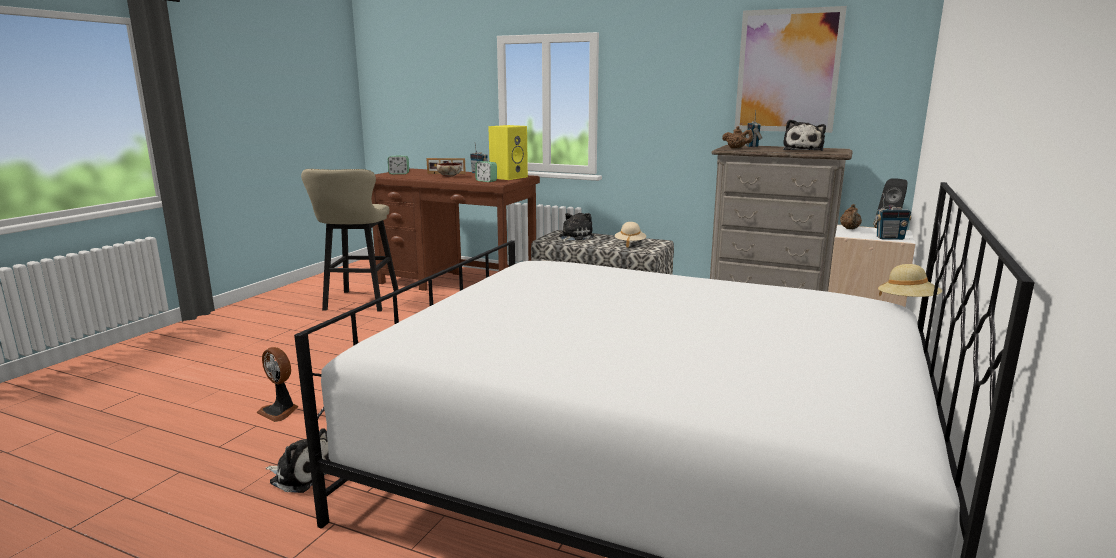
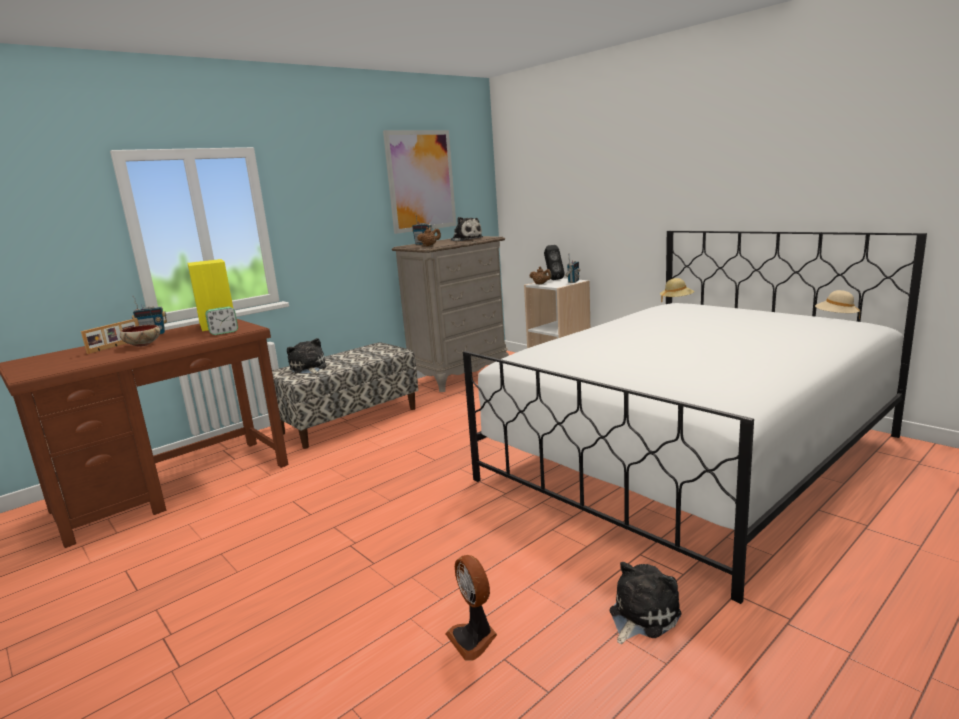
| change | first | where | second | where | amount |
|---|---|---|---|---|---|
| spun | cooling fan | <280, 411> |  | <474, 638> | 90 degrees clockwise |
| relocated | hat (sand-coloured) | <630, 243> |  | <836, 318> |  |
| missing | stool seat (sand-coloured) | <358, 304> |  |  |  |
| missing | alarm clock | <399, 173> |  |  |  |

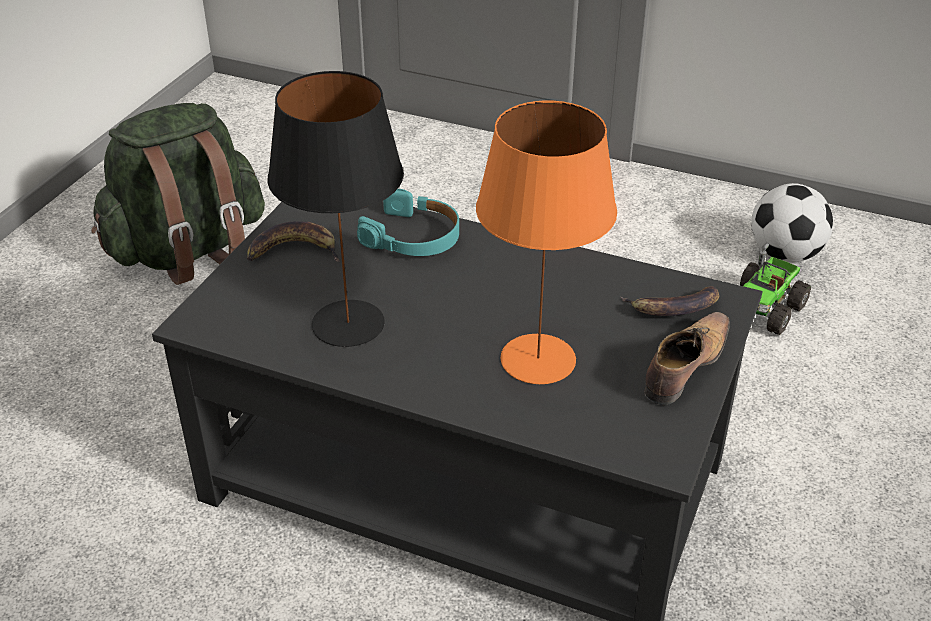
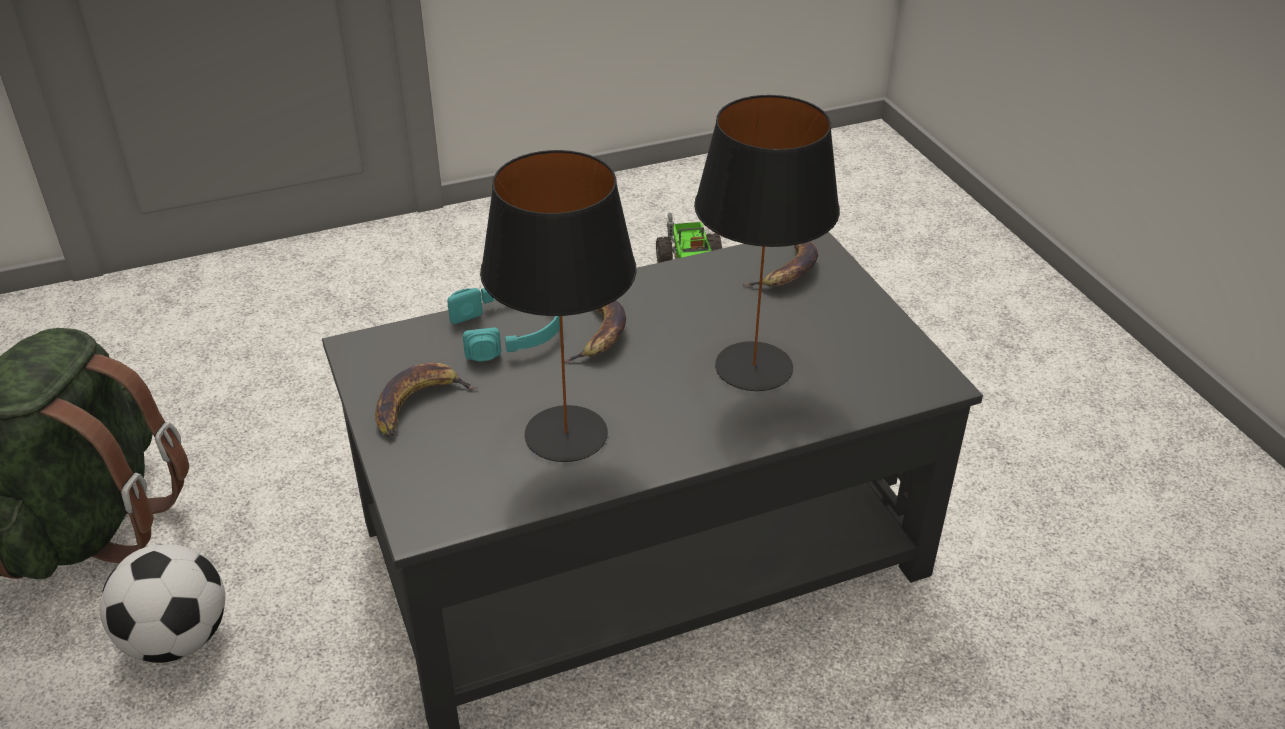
| change | first | where | second | where | amount |
|---|---|---|---|---|---|
| relocated | ball for football | <785, 255> |  | <177, 639> |  |
| appeared |  |  | banana fruit | <599, 334> |  |
| colour | tabletop lamp (orange-coloured) | <538, 360> | tabletop lamp (black) | <755, 367> |  |
| missing | item of footwear | <685, 367> |  |  |  |

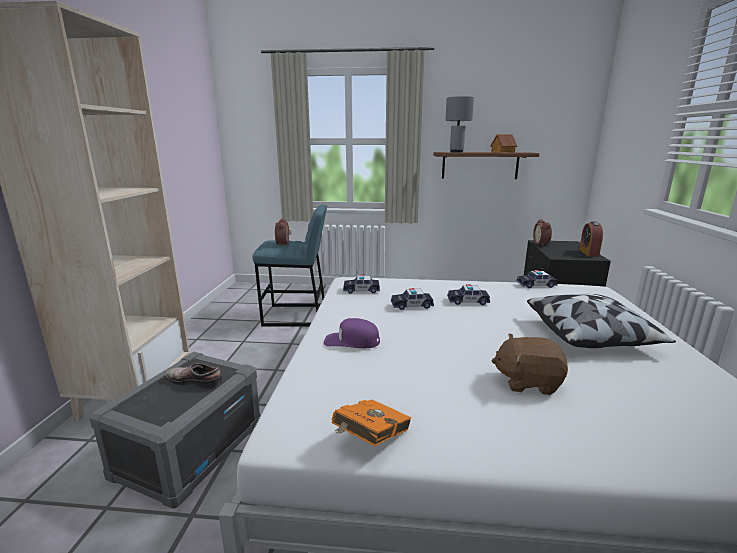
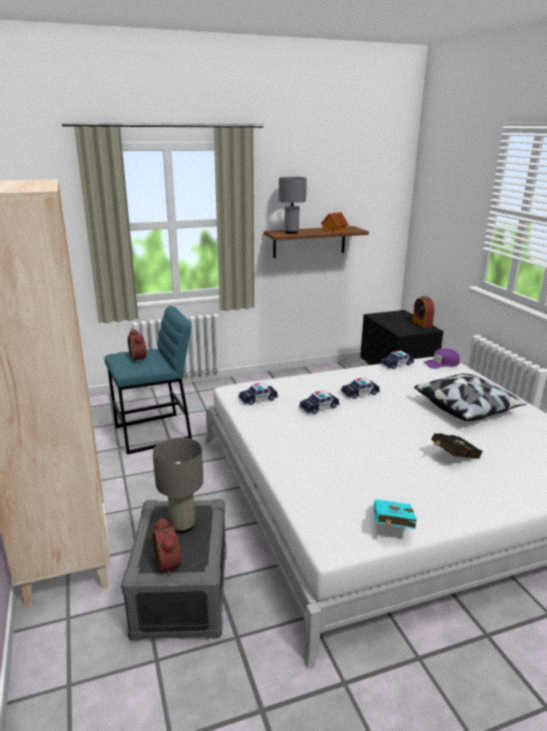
| change | first | where | second | where | amount |
|---|---|---|---|---|---|
| exchanged | item of footwear | <195, 380> | tabletop lamp (grey) | <183, 526> |  |
| relocated | alarm clock | <542, 244> |  | <170, 563> |  |
| colour | volume (orange-coloured) | <369, 439> | volume (turquoise-coloured) | <391, 527> |  |
| relocated | baseball cap (purple) | <352, 341> |  | <441, 363> |  |
| exchanged | cuddly toy (brown) | <527, 382> | volume (black) | <453, 457> |  |

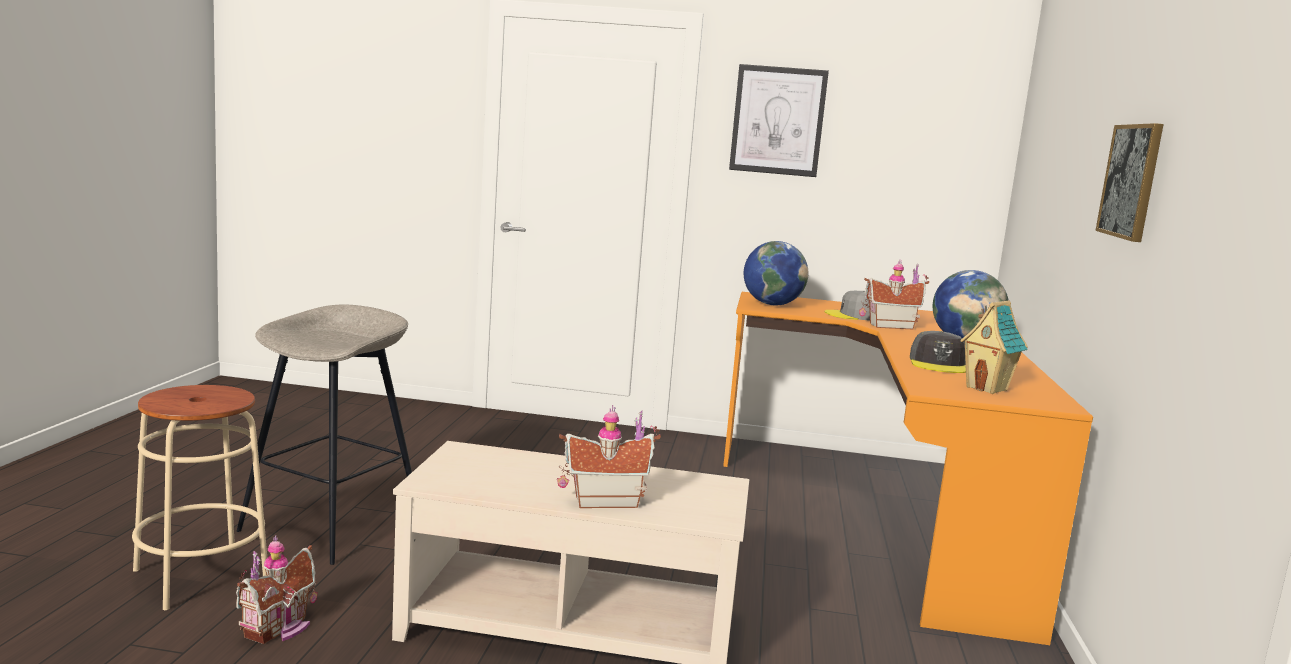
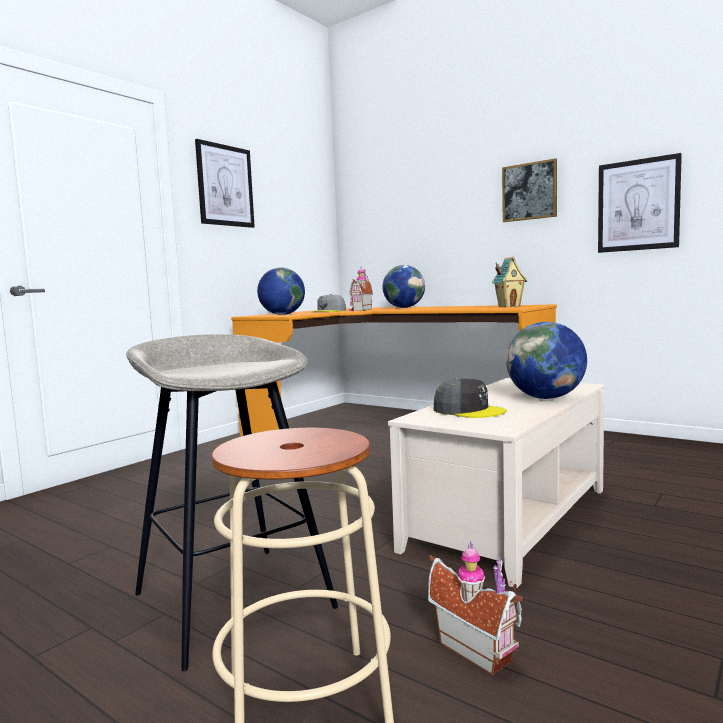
| change | first | where | second | where | amount |
|---|---|---|---|---|---|
| relocated | baseball cap (grey) | <938, 364> |  | <468, 410> |  |
| exchanged | toy house | <604, 500> | desk globe | <546, 398> |  |
| appeared |  |  | wall picture | <638, 205> |  |

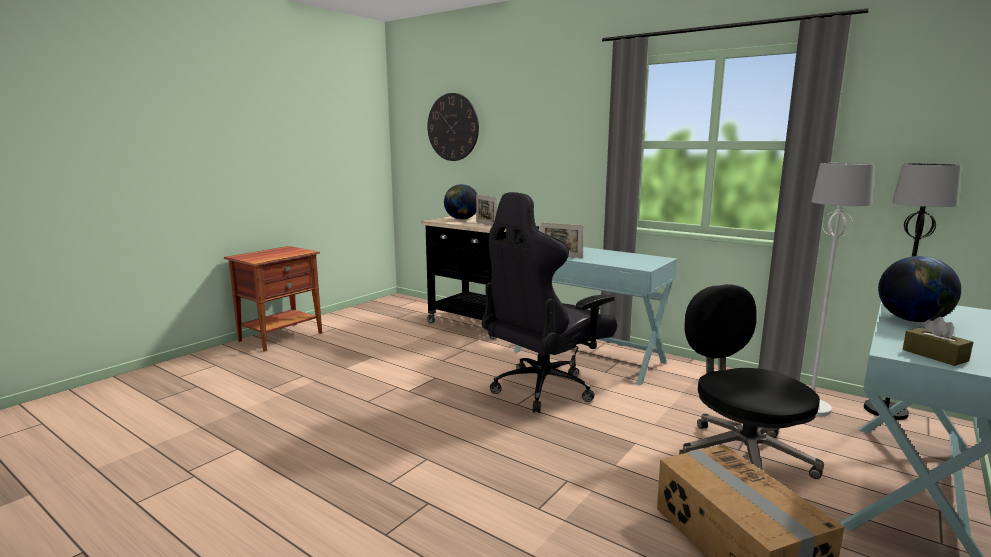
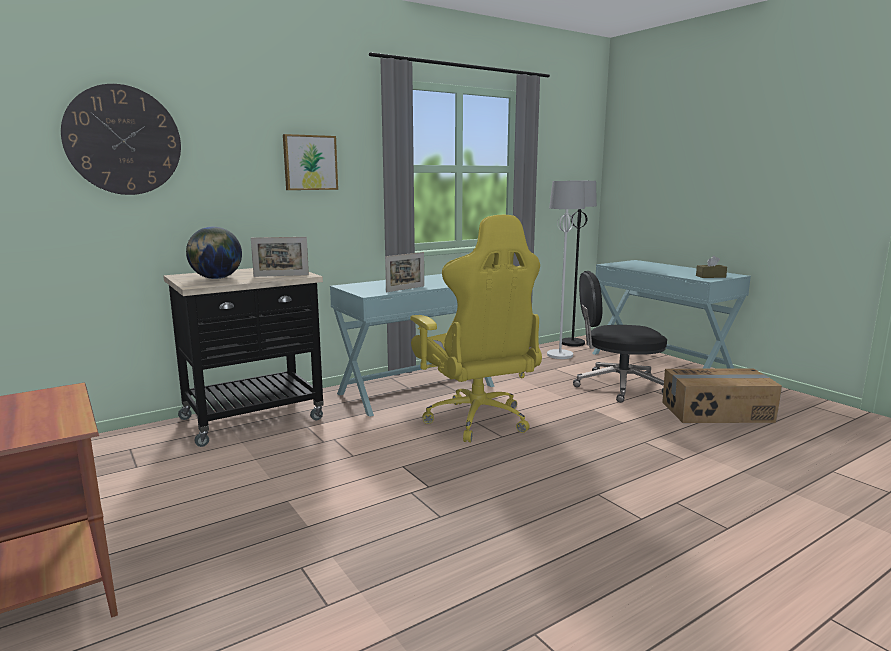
| change | first | where | second | where | amount |
|---|---|---|---|---|---|
| appeared |  |  | wall picture | <310, 162> |  |
| colour | computer chair (black) | <547, 387> | computer chair (yellow-coloured) | <473, 418> |  |
| missing | desk globe | <912, 320> |  |  |  |

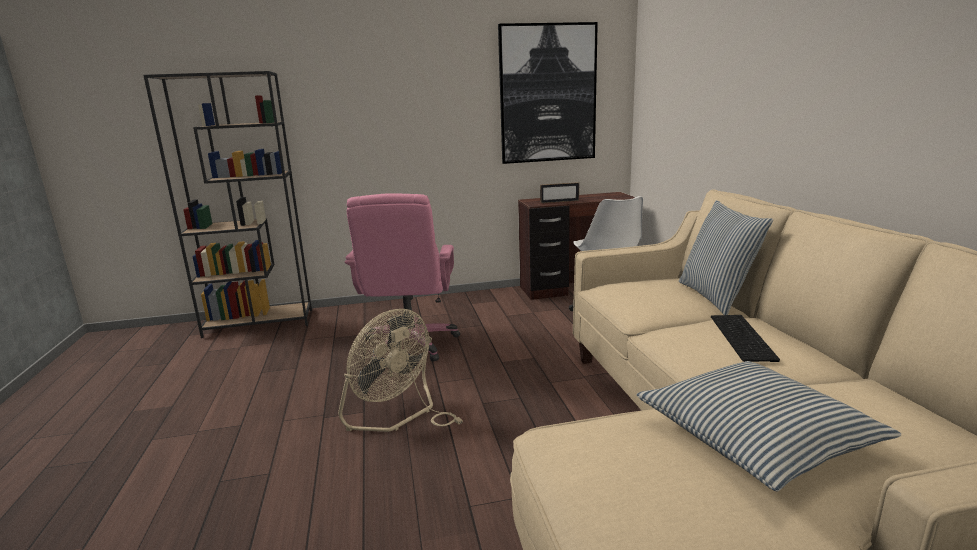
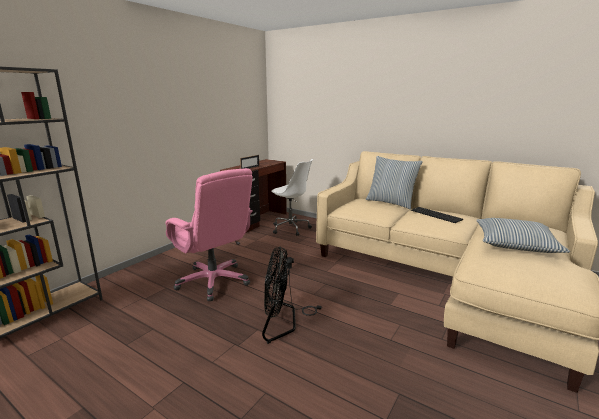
| change | first | where | second | where | amount |
|---|---|---|---|---|---|
| colour | cooling fan (sand-coloured) | <405, 413> | cooling fan (black) | <284, 318> |  |
| missing | wall picture | <548, 94> |  |  |  |

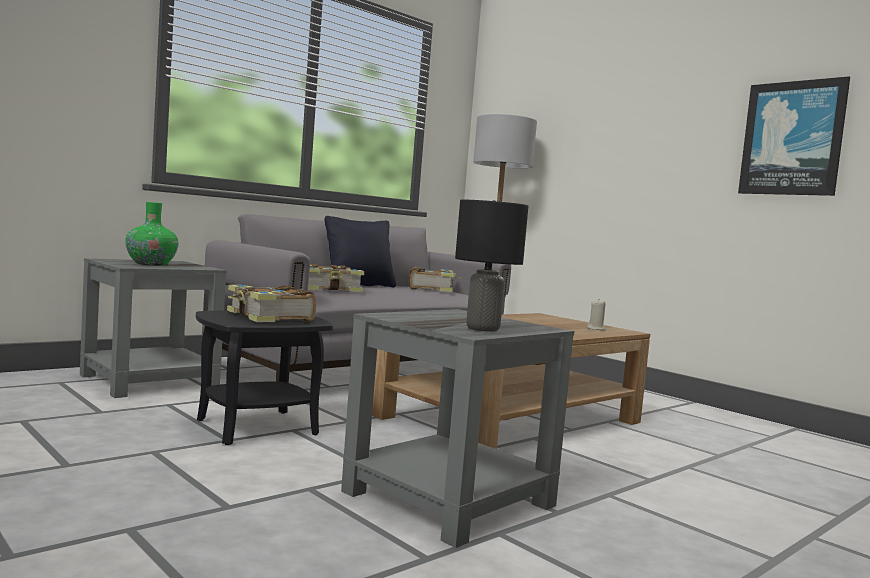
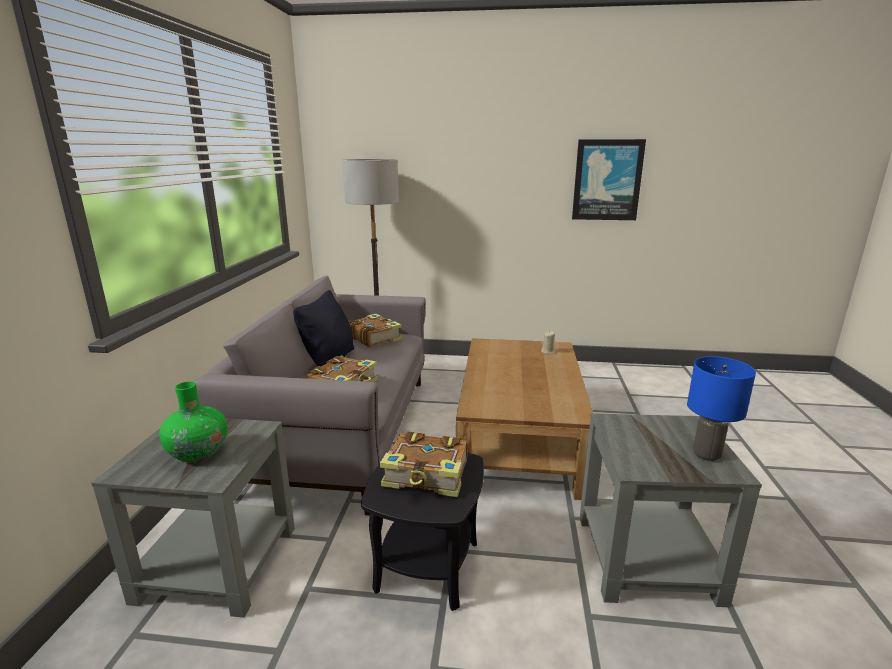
| change | first | where | second | where | amount |
|---|---|---|---|---|---|
| colour | tabletop lamp (black) | <480, 329> | tabletop lamp (blue-coloured) | <705, 455> |  |

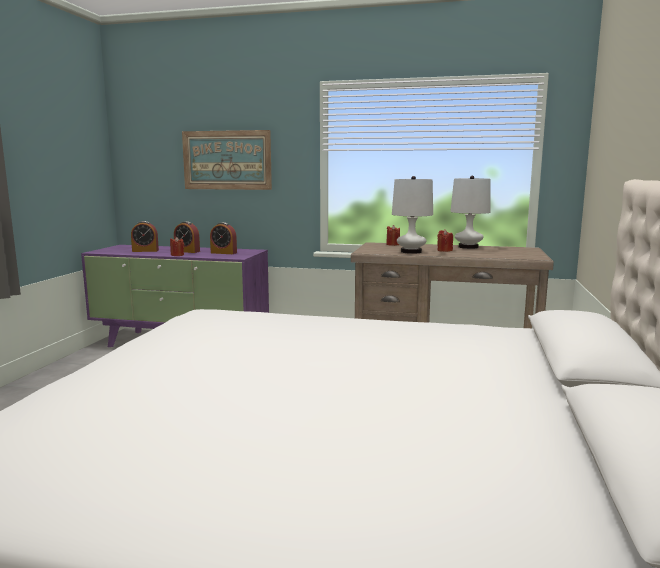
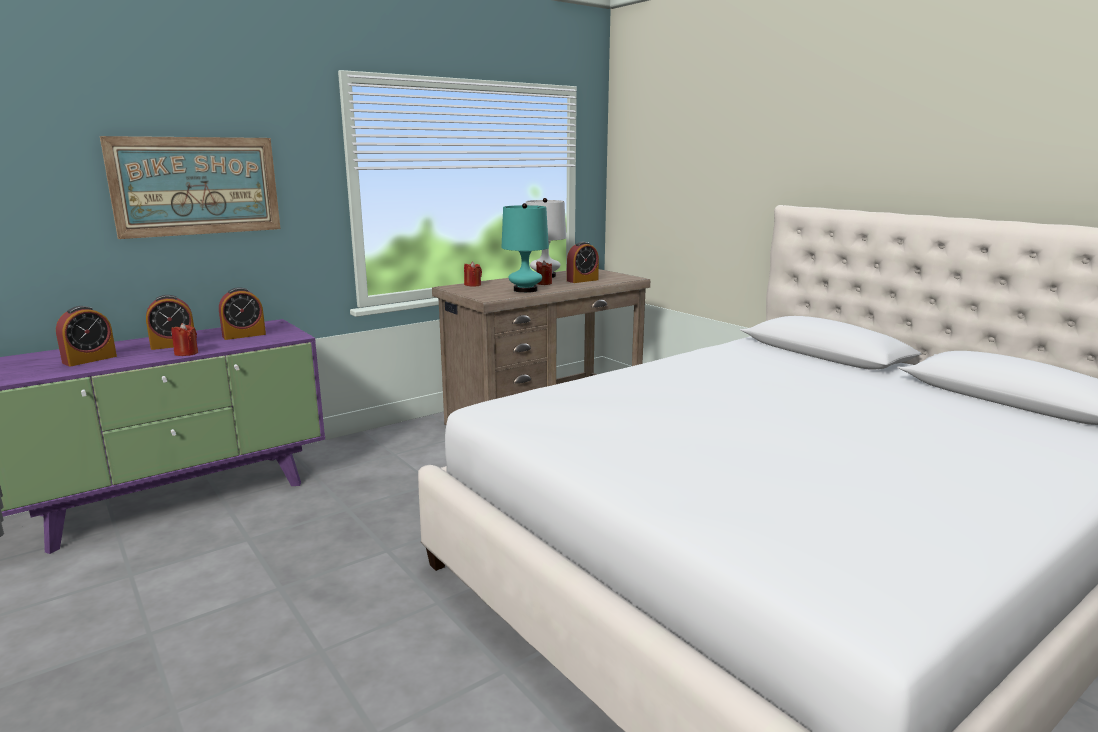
| change | first | where | second | where | amount |
|---|---|---|---|---|---|
| colour | tabletop lamp (white) | <411, 252> | tabletop lamp (turquoise-coloured) | <525, 290> |  |
| appeared |  |  | alarm clock | <582, 280> |  |

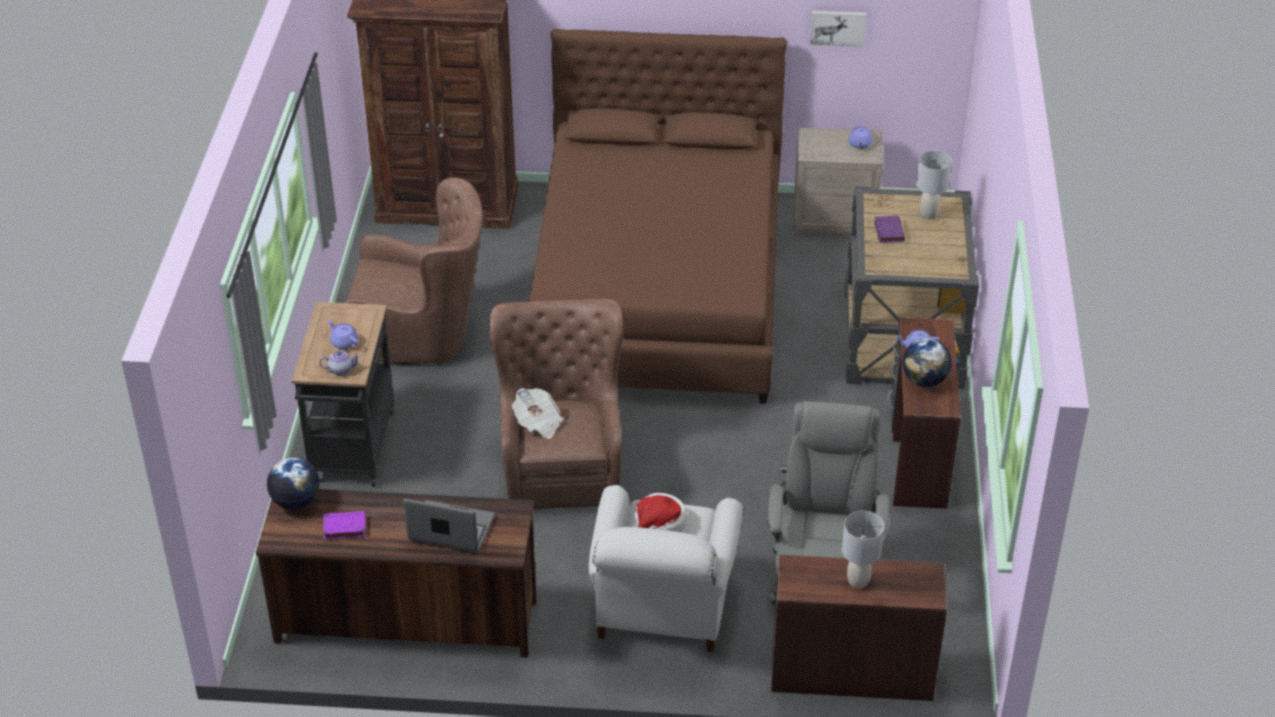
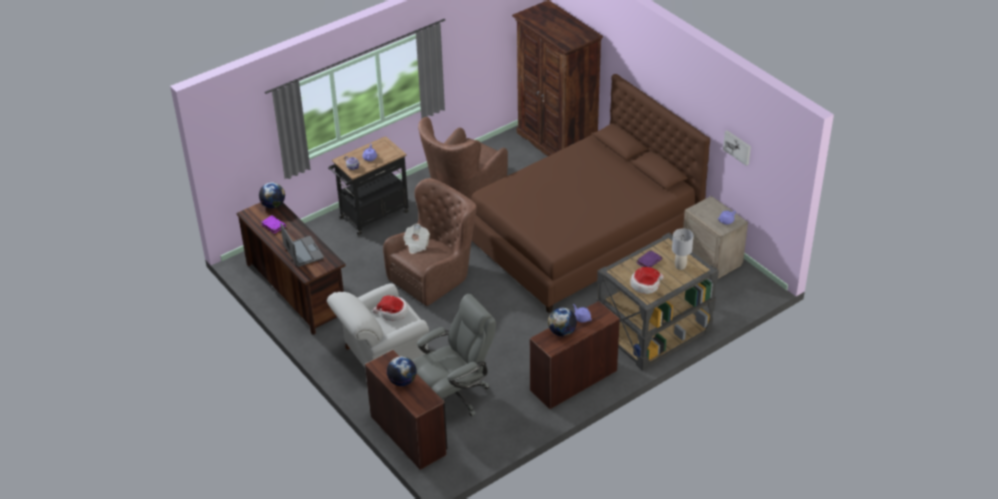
| change | first | where | second | where | amount |
|---|---|---|---|---|---|
| exchanged | tabletop lamp (grey) | <858, 581> | desk globe | <402, 381> |  |
| spun | easy chair (brown) | <421, 335> |  | <463, 190> | 75 degrees clockwise |
| appeared |  |  | hat | <645, 285> |  |

